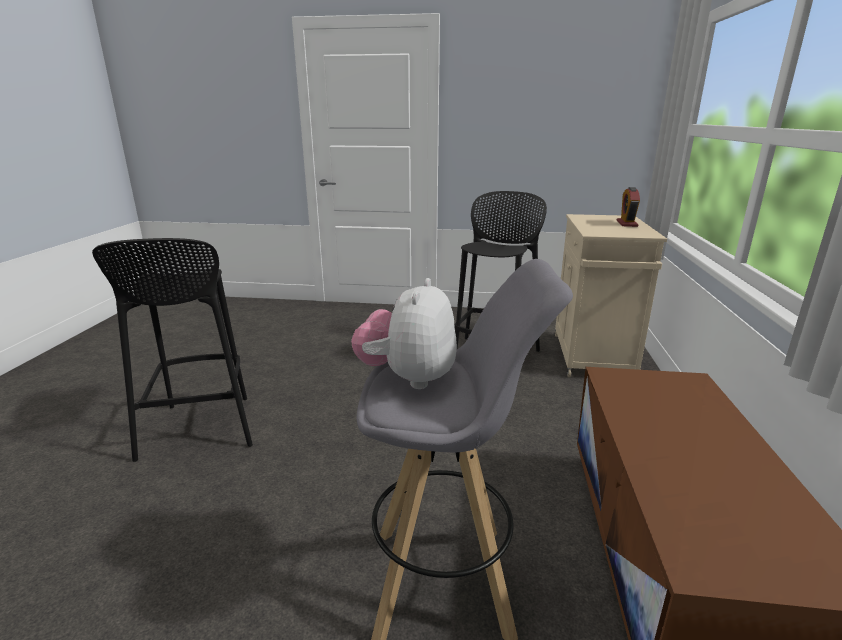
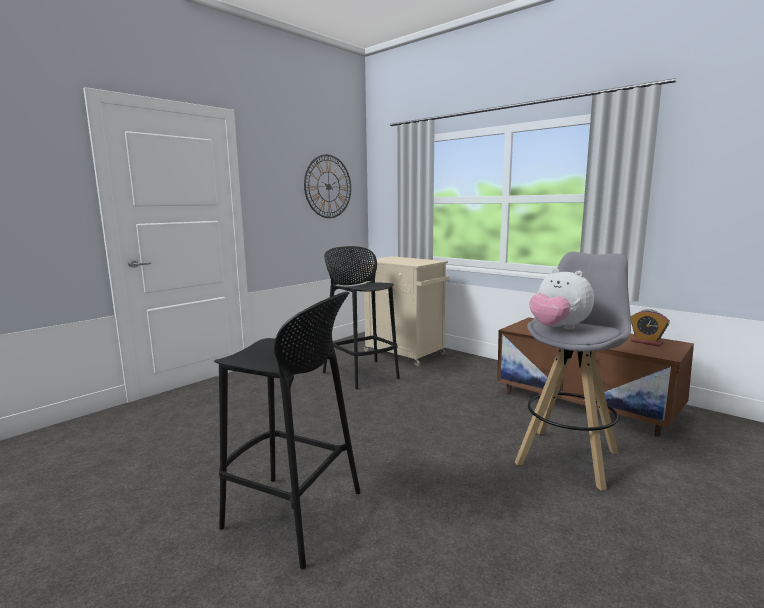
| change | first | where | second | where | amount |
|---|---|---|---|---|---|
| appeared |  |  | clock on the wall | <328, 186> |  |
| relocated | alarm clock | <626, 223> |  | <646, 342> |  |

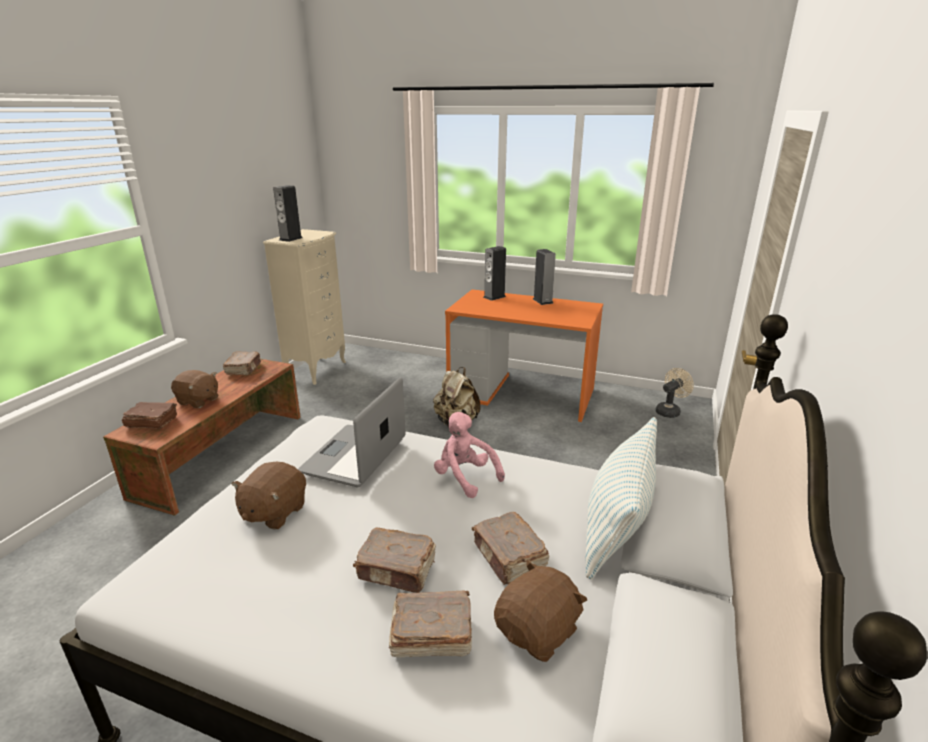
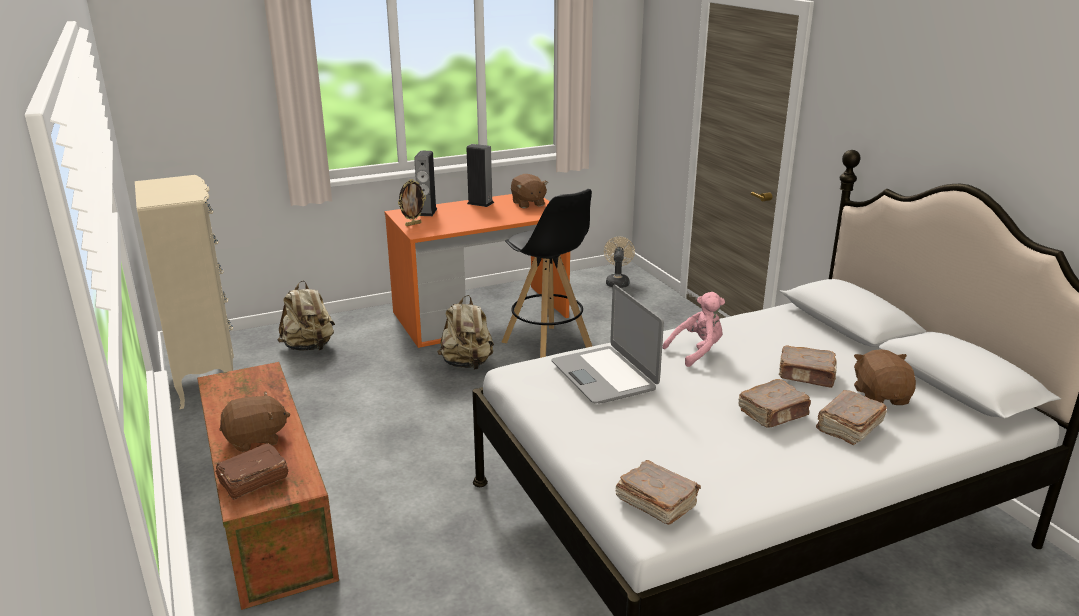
| change | first | where | second | where | amount |
|---|---|---|---|---|---|
| appeared |  |  | backpack (sand-coloured) | <309, 347> |  |
| appeared |  |  | photo frame | <413, 224> |  |
| appeared |  |  | stool seat (black) | <548, 347> |  |
| relocated | cuddly toy (brown) | <273, 512> |  | <528, 204> |  |
| relocated | volume (brown) | <244, 369> |  | <655, 503> |  |
| spun | cuddly toy (pink) | <465, 477> |  | <697, 352> | 150 degrees clockwise |
| missing | audio speaker | <291, 239> |  |  |  |
| missing | throw pillow | <617, 526> |  |  |  |

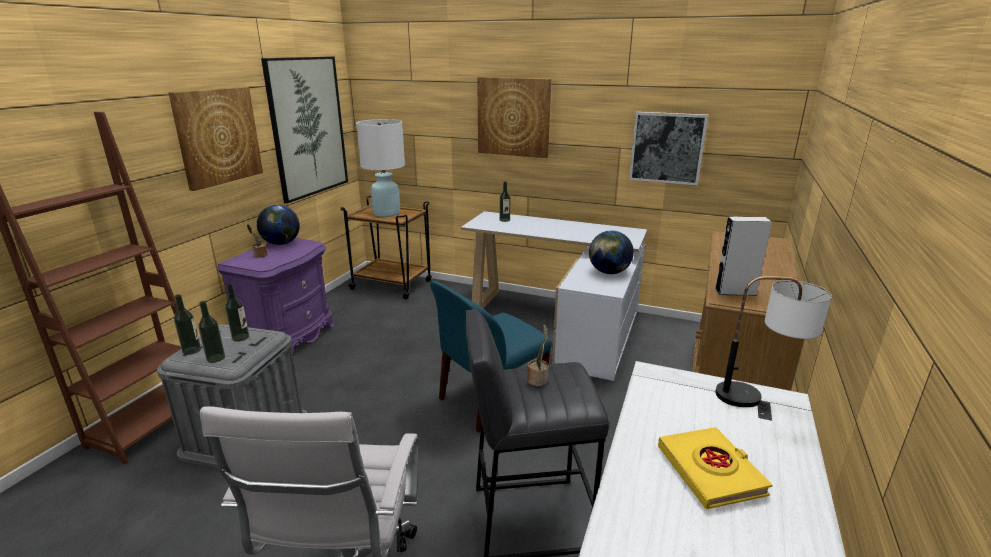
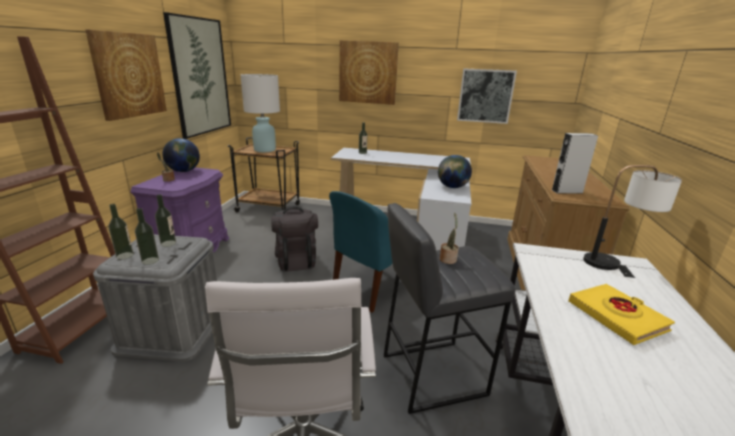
| change | first | where | second | where | amount |
|---|---|---|---|---|---|
| appeared |  |  | backpack (black) | <296, 260> |  |

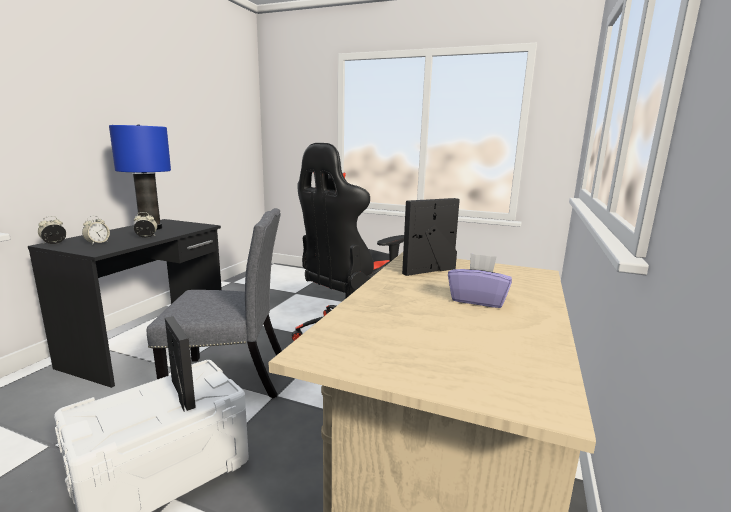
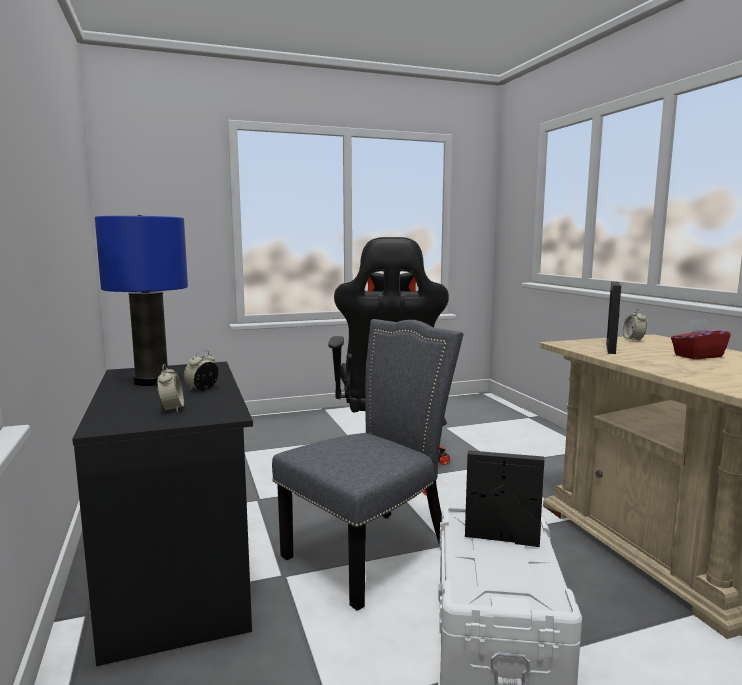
| change | first | where | second | where | amount |
|---|---|---|---|---|---|
| relocated | alarm clock | <54, 243> |  | <633, 340> |  |
| colour | box of tissues (purple) | <477, 300> | box of tissues (reddish) | <697, 356> |  |

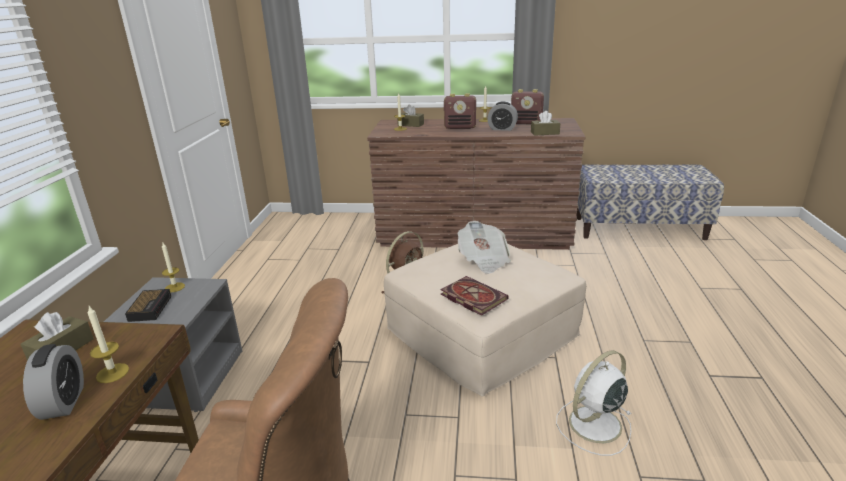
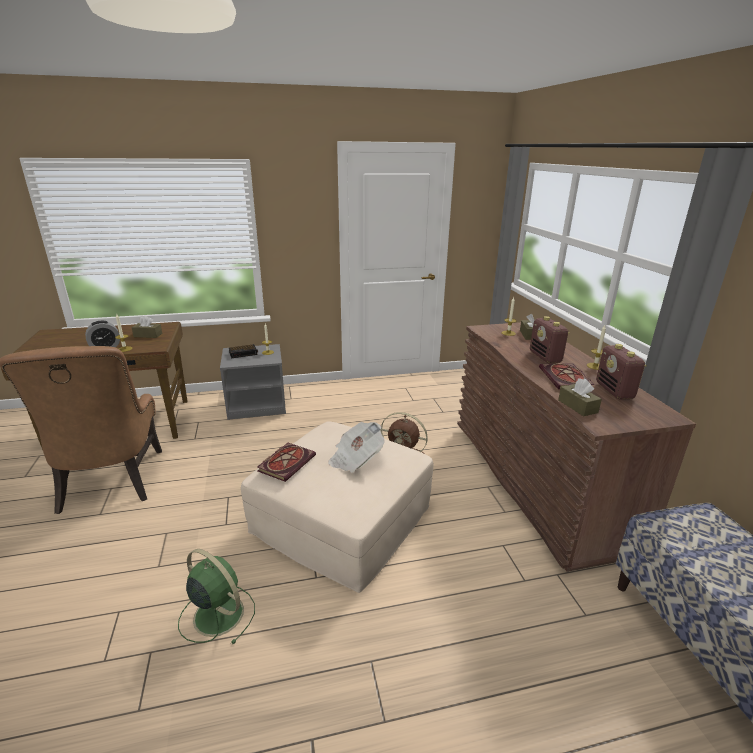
| change | first | where | second | where | amount |
|---|---|---|---|---|---|
| colour | cooling fan (white) | <593, 425> | cooling fan (greenish) | <217, 613> |  |
| exchanged | alarm clock | <502, 129> | volume | <566, 379> |  |

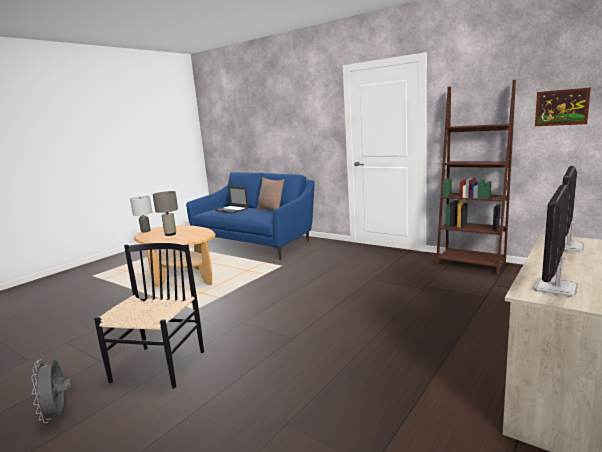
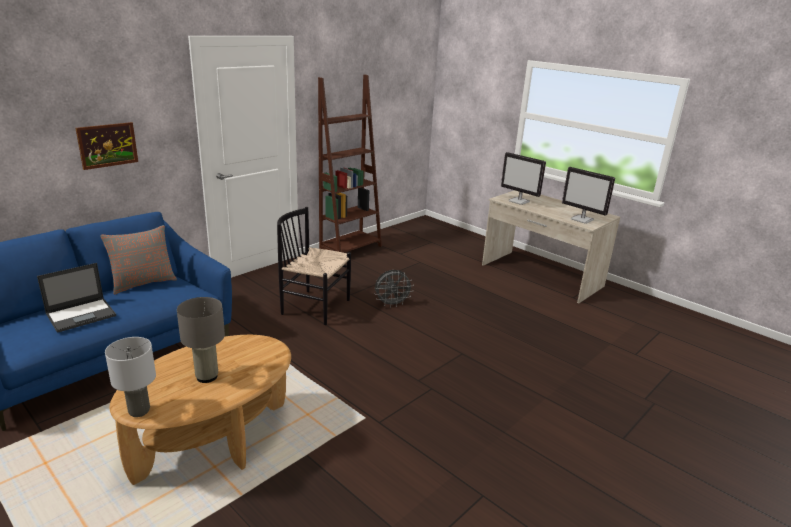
| change | first | where | second | where | amount |
|---|---|---|---|---|---|
| relocated | wall picture | <561, 107> |  | <107, 145> |  |
| relocated | upright chair (black) | <161, 364> |  | <313, 306> |  |
| relocated | cooling fan (grey) | <58, 414> |  | <392, 304> |  |

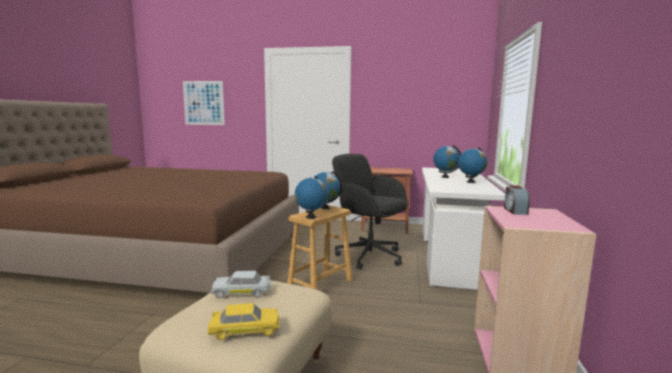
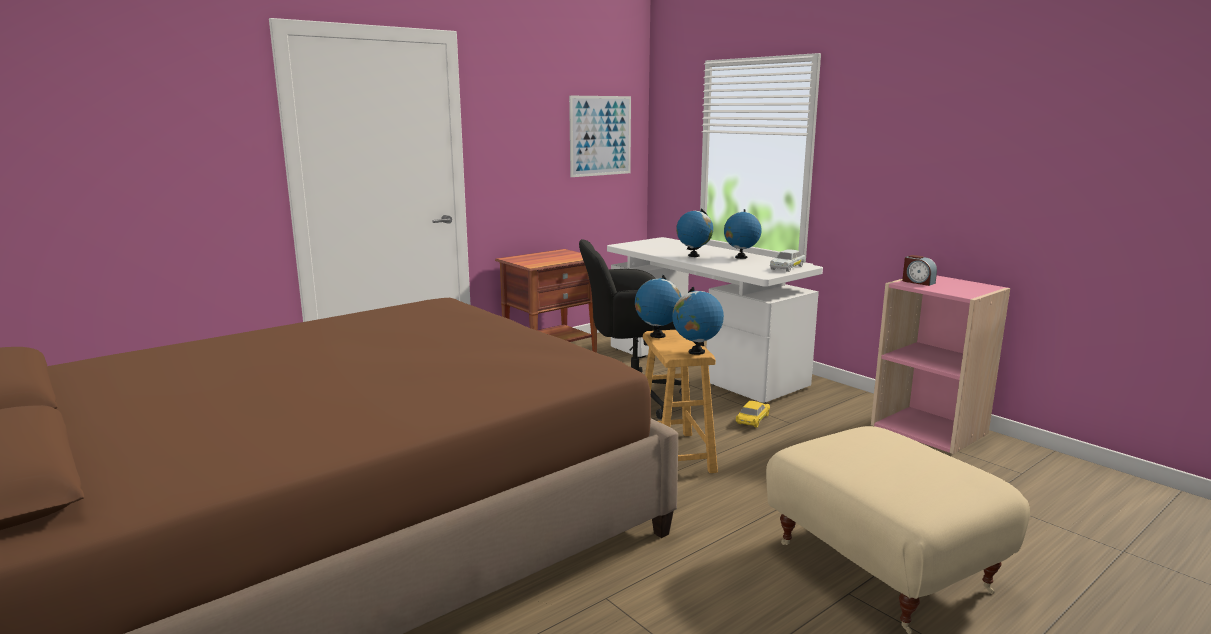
| change | first | where | second | where | amount |
|---|---|---|---|---|---|
| relocated | wall picture | <204, 103> |  | <600, 136> |  |
| relocated | miniature car (yellow-coloured) | <244, 330> |  | <753, 420> |  |
| relocated | miniature car (white) | <242, 292> |  | <787, 267> |  |

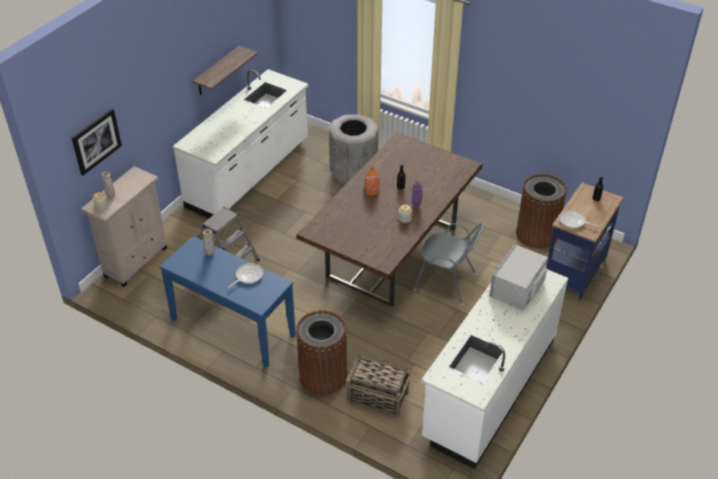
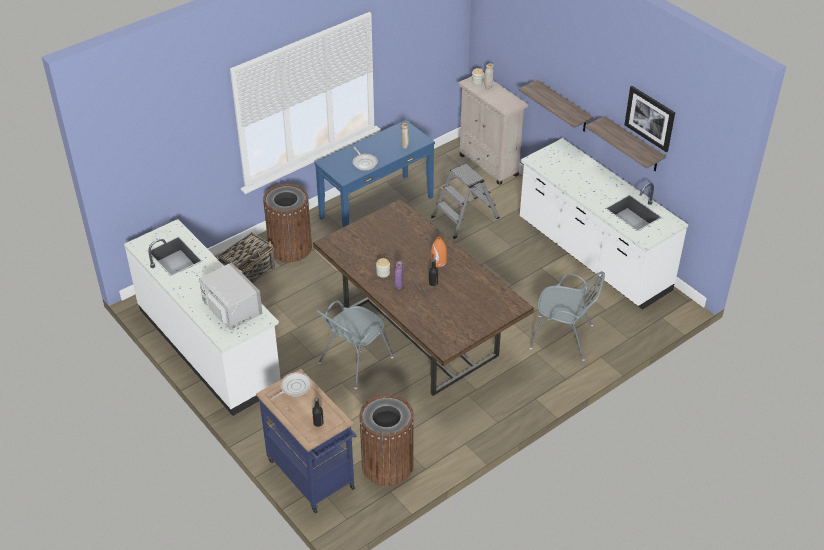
| change | first | where | second | where | amount |
|---|---|---|---|---|---|
| appeared |  |  | bracket shelf | <563, 107> |  |
| exchanged | rubbish bin (grey) | <353, 173> | upright chair (grey) | <564, 338> |  |
| relocated | wall picture | <96, 141> |  | <650, 118> |  |

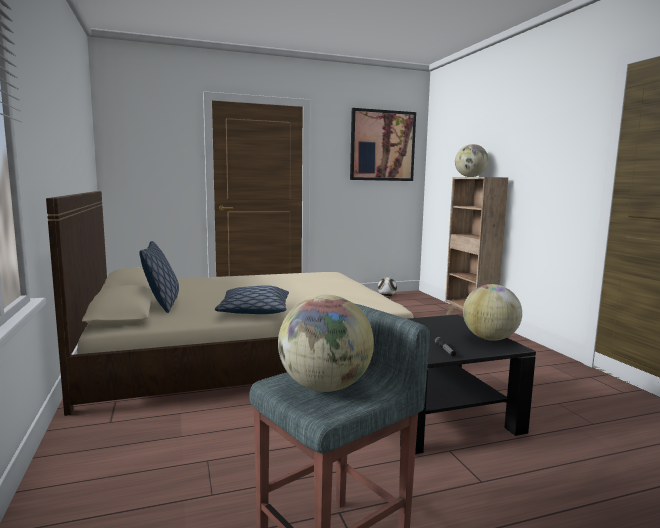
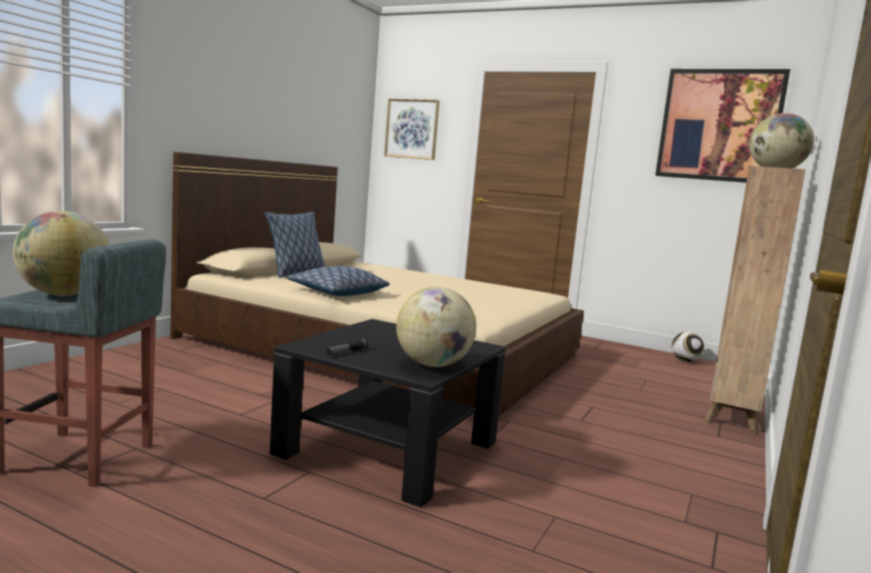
| change | first | where | second | where | amount |
|---|---|---|---|---|---|
| appeared |  |  | wall picture | <412, 129> |  |

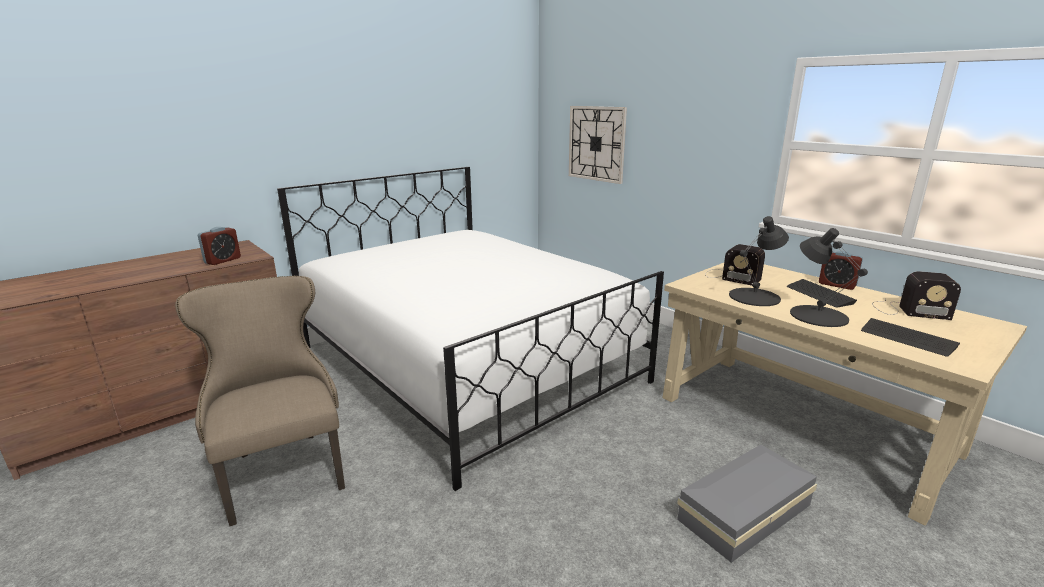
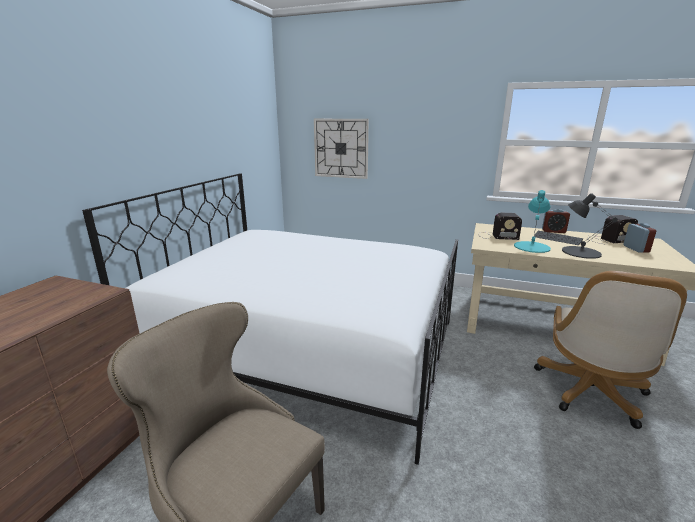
| change | first | where | second | where | amount |
|---|---|---|---|---|---|
| colour | tabletop lamp (black) | <755, 297> | tabletop lamp (turquoise-coloured) | <532, 247> |  |
| exchanged | storage container (grey) | <741, 512> | computer chair | <591, 395> |  |
| relocated | alarm clock | <222, 260> |  | <636, 249> |  |
| missing | keyboard | <907, 338> |  |  |  |

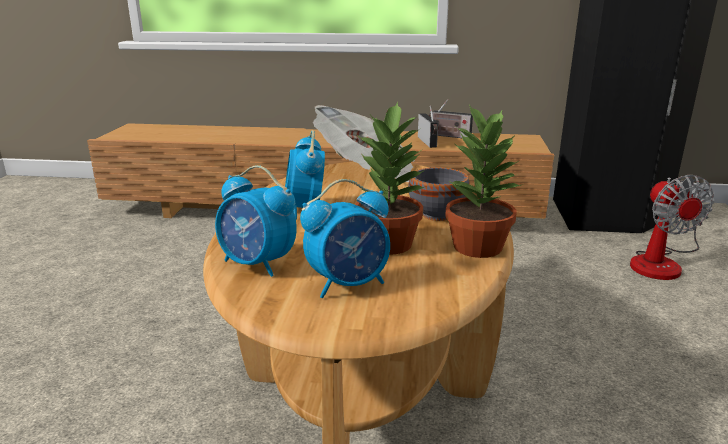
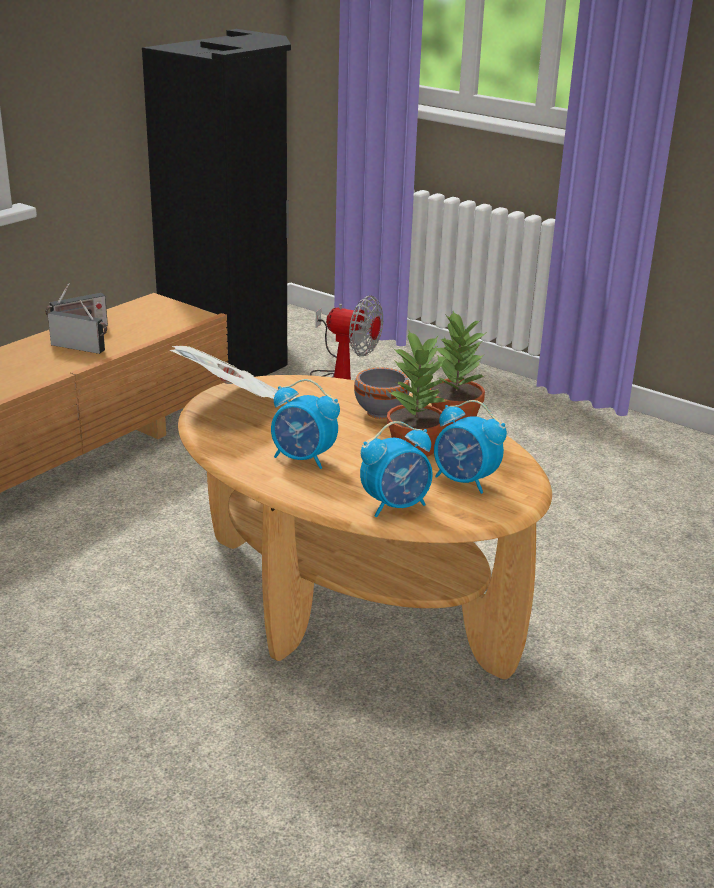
| change | first | where | second | where | amount |
|---|---|---|---|---|---|
| spun | alarm clock | <349, 284> |  | <465, 481> | 120 degrees clockwise |

